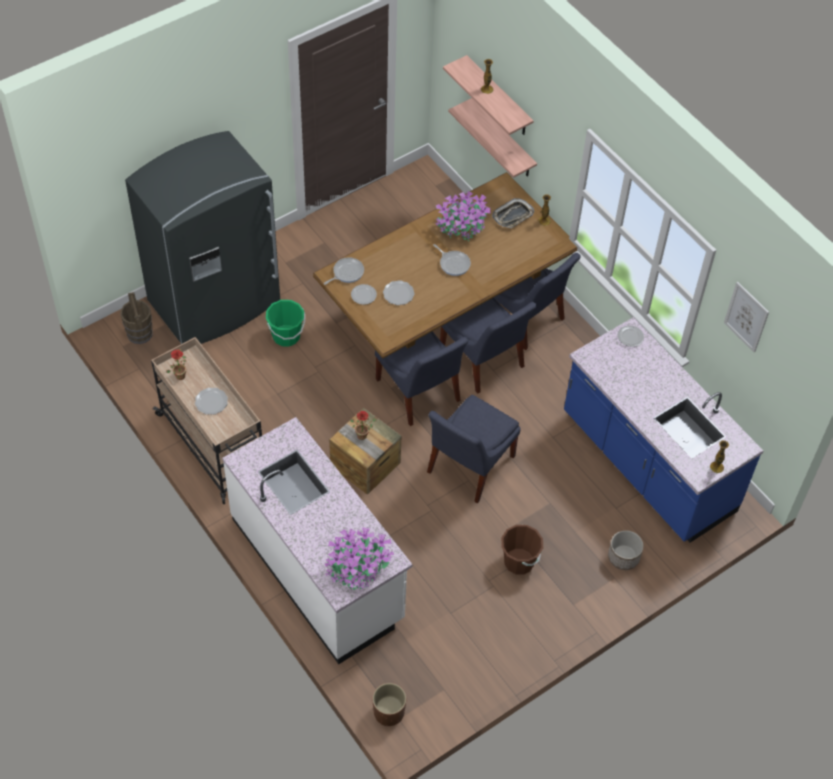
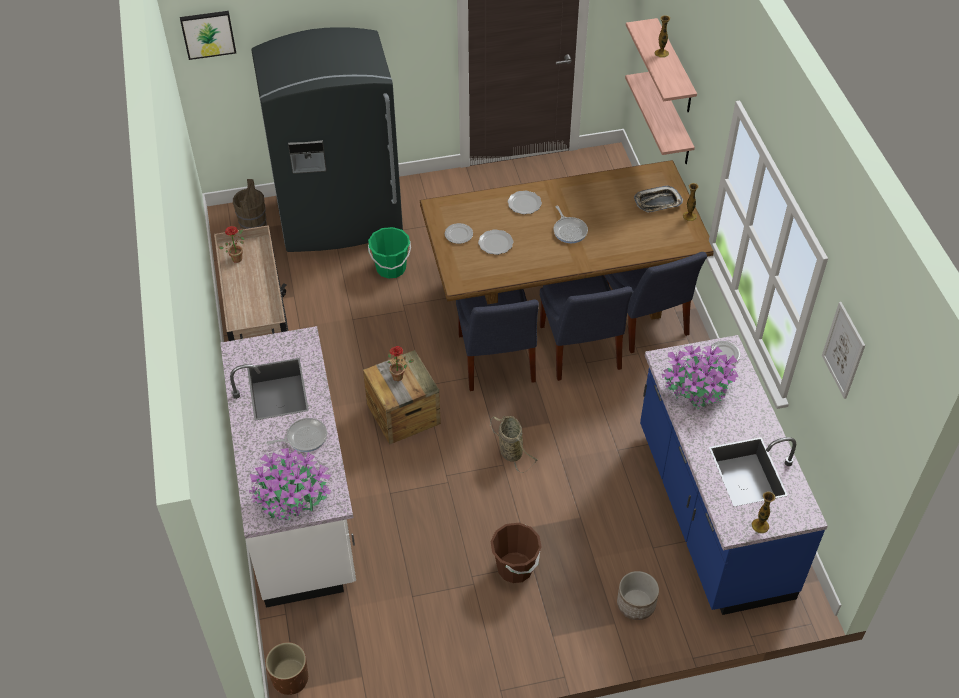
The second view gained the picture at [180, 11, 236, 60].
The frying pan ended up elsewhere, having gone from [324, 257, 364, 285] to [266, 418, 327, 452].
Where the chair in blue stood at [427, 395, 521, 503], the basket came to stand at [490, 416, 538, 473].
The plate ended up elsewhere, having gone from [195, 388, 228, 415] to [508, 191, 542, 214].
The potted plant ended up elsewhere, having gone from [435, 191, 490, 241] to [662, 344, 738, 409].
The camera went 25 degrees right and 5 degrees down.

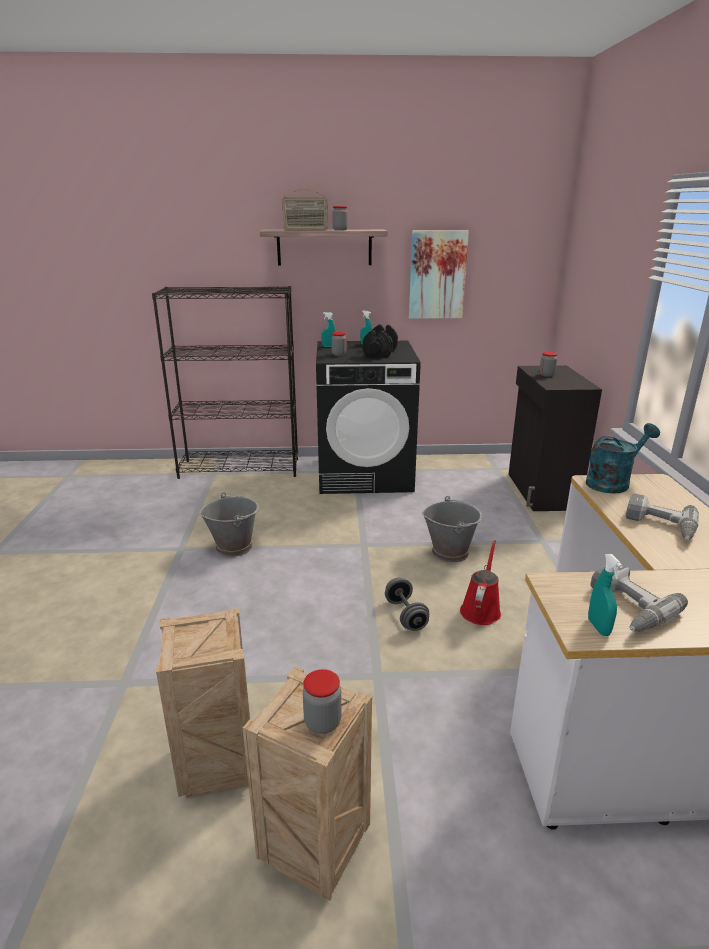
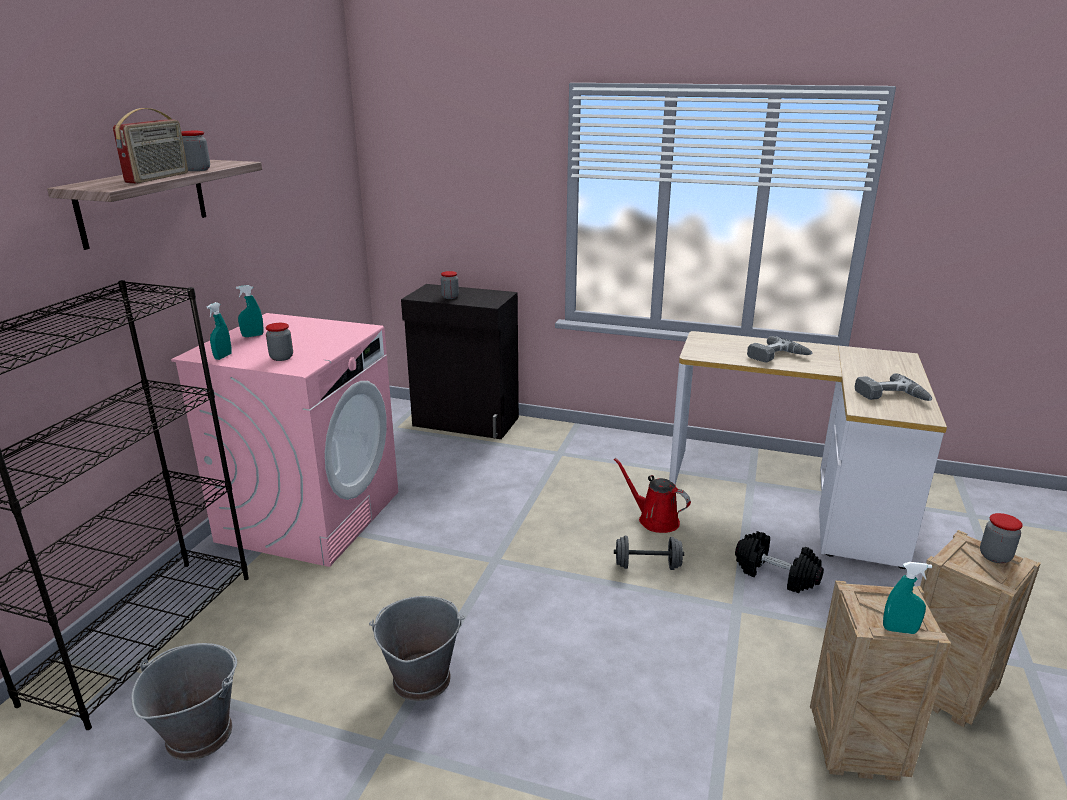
The bucket in grey ended up elsewhere, having gone from [422, 496, 483, 563] to [131, 643, 237, 761].
What was the washing machine in black at [316, 341, 421, 494] turned into the washing machine in pink at [171, 313, 398, 567].
The dumbbell in black ended up elsewhere, having gone from [363, 324, 398, 358] to [735, 531, 824, 593].
The spray bottle in turquoise ended up elsewhere, having gone from [588, 553, 623, 636] to [883, 562, 932, 634].
The second view lost the picture at [409, 231, 469, 319].
The second view lost the watering can in turquoise at [586, 423, 660, 494].
The camera went 70 degrees left and 0 degrees up.

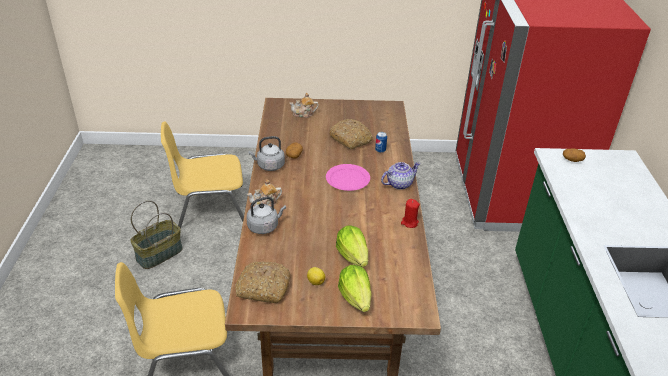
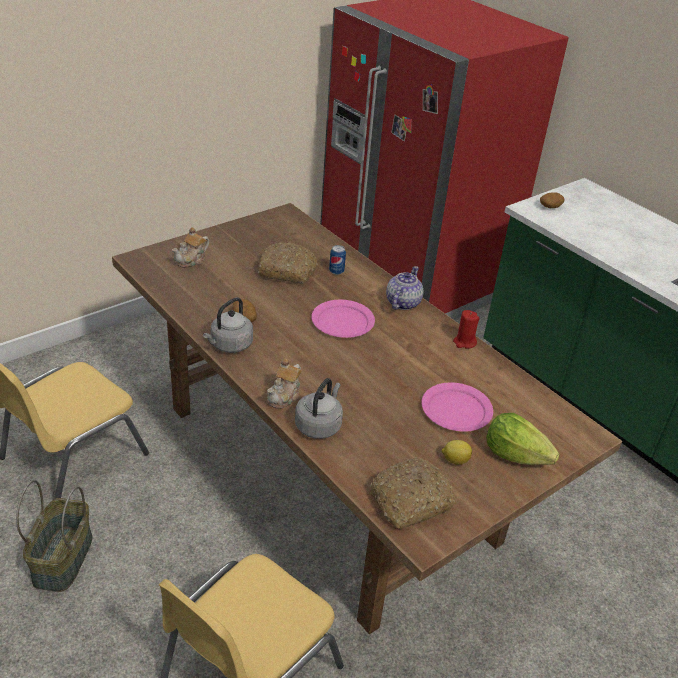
Where the lettuce stood at [336, 225, 368, 267], the plate in pink came to stand at [421, 383, 493, 432].
The camera went 40 degrees left and 0 degrees up.

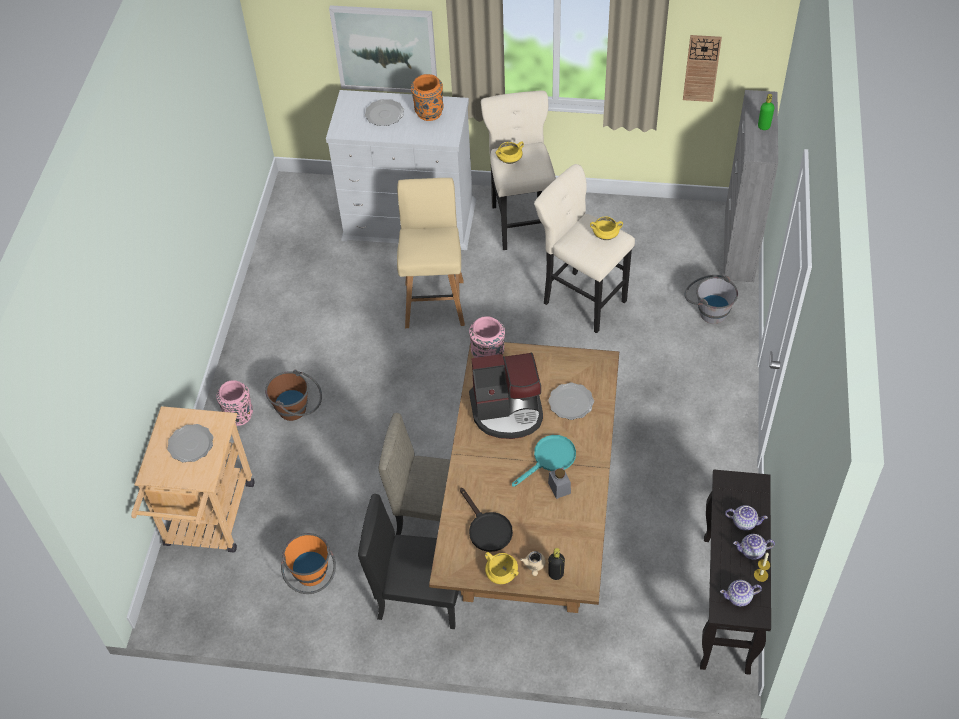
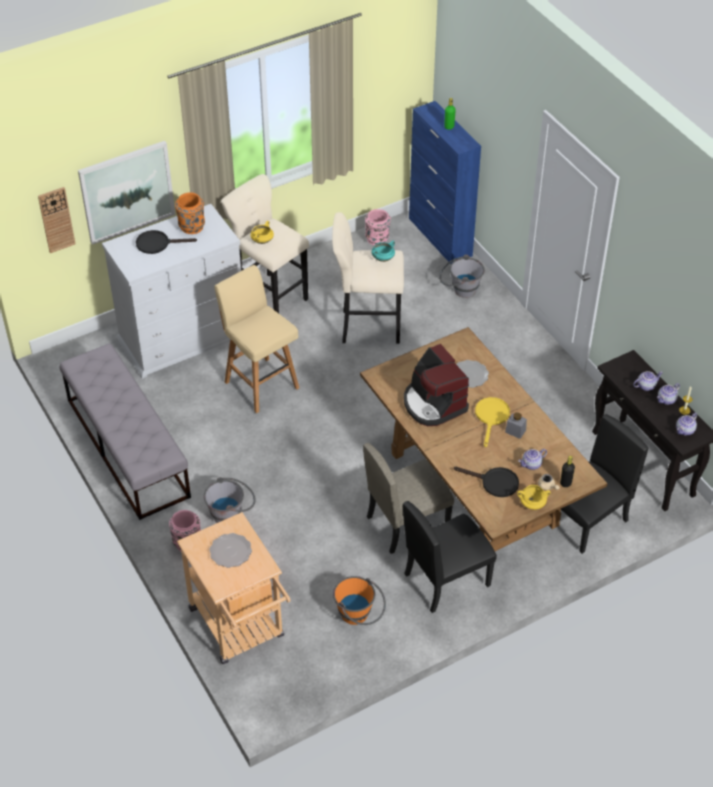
The wall clock ended up elsewhere, having gone from [683, 35, 722, 102] to [38, 187, 76, 253].
The second view gained the bench in grey at [59, 344, 191, 520].
Where the plate stood at [365, 99, 404, 126], the frying pan in black came to stand at [136, 230, 197, 254].
What was the bucket in brown at [265, 370, 322, 421] turned into the bucket in grey at [204, 477, 256, 523].
The vase in pink ended up elsewhere, having gone from [469, 316, 505, 358] to [365, 209, 391, 246].
What was the cooking pot in yellow at [590, 217, 623, 240] turned into the cooking pot in turquoise at [372, 241, 395, 262].
The coffee machine at [469, 352, 543, 439] ended up facing another way, 105 degrees clockwise from before.
What was the cabinet in grey at [724, 90, 778, 282] turned into the cabinet in blue at [409, 101, 481, 264].
What was the frying pan in turquoise at [512, 435, 576, 487] turned into the frying pan in yellow at [475, 397, 510, 447].
The second view gained the teapot at [518, 449, 547, 470].
The second view gained the chair in black at [561, 414, 648, 554].
The camera went 40 degrees left and 5 degrees down.

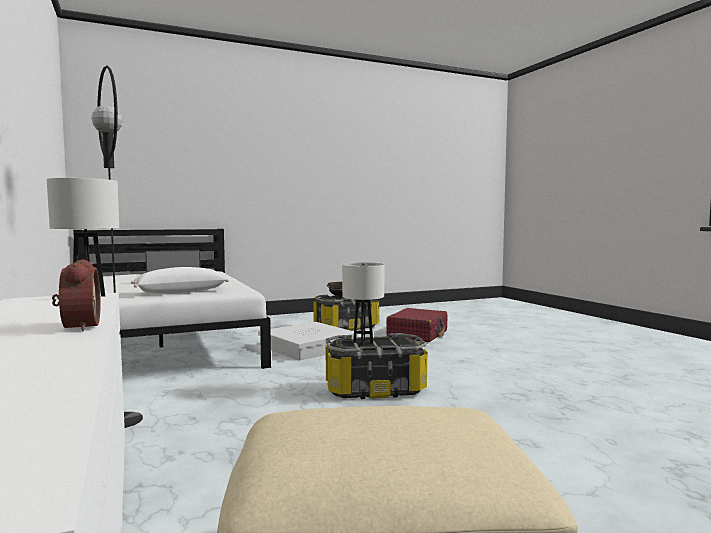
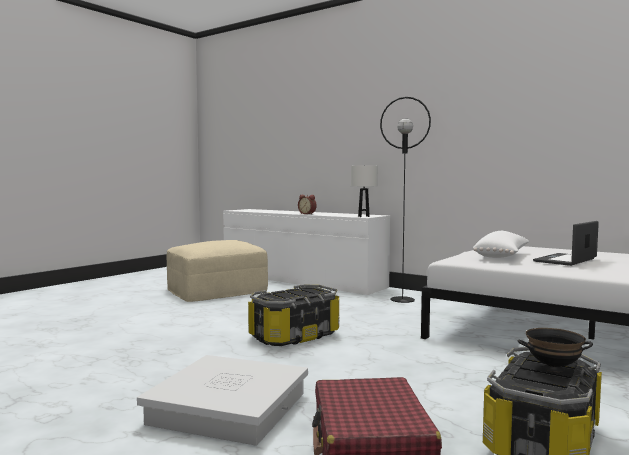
The storage box in white ended up elsewhere, having gone from [258, 322, 358, 361] to [137, 355, 308, 446].
The second view lost the table lamp in white at [342, 262, 385, 345].
The camera went 150 degrees right and 0 degrees up.

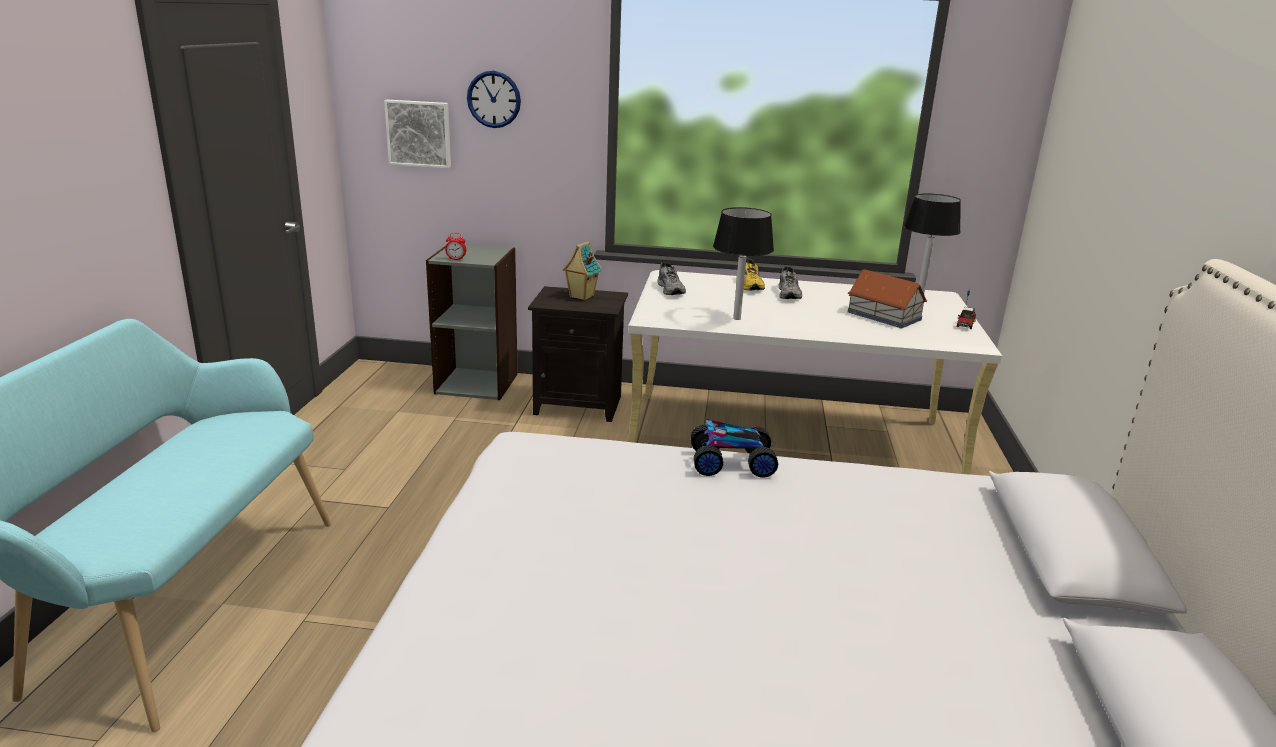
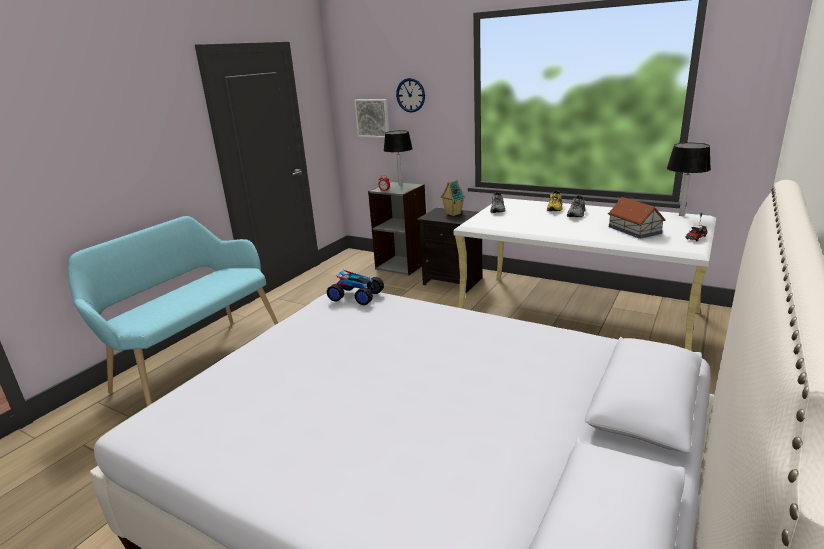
The toy car ended up elsewhere, having gone from [691, 419, 778, 478] to [327, 270, 384, 305].
The table lamp in black ended up elsewhere, having gone from [713, 207, 774, 320] to [383, 130, 413, 186].
The camera went 25 degrees right and 0 degrees up.

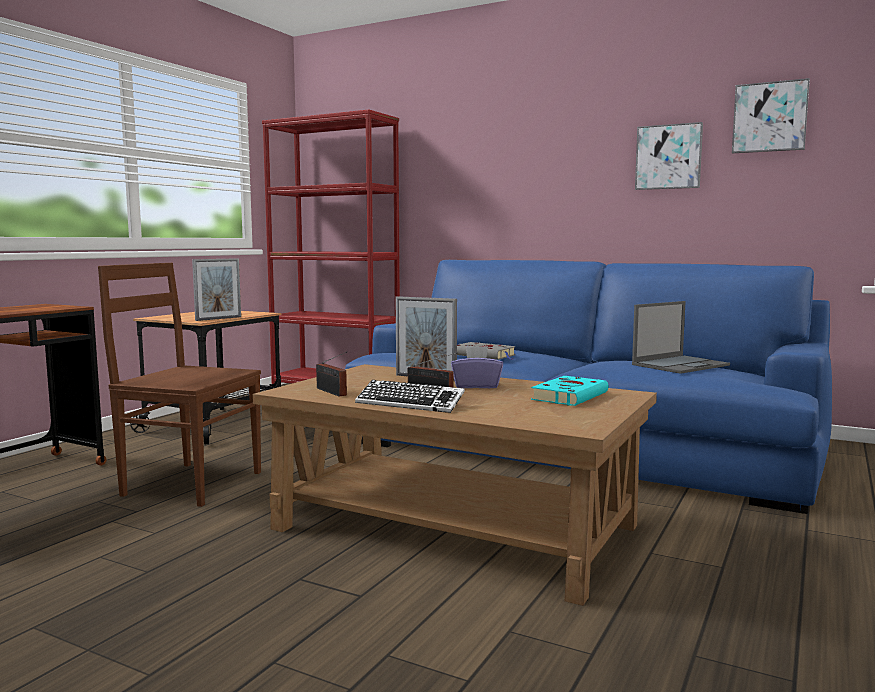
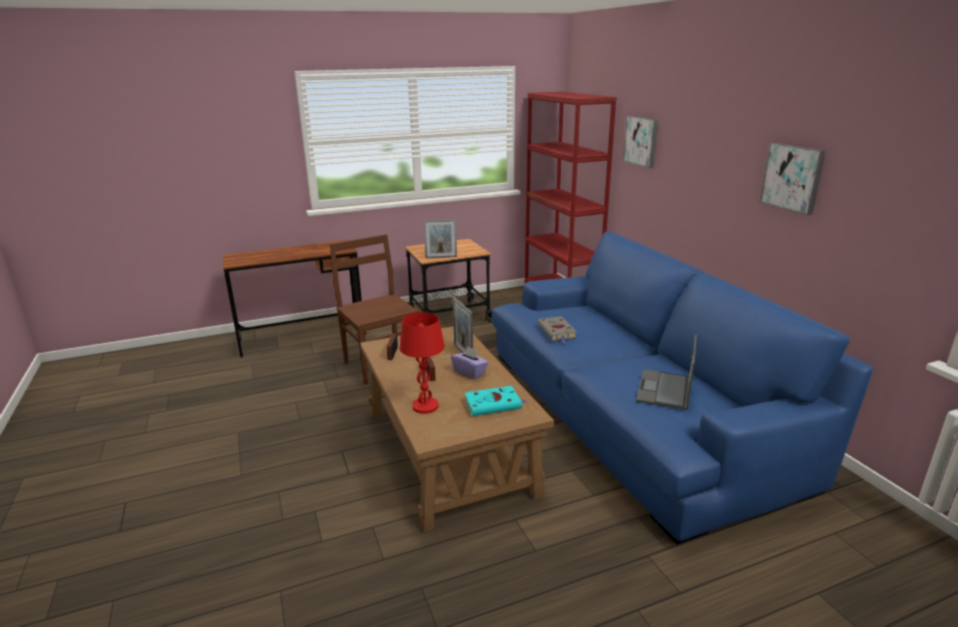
The second view gained the table lamp in red at [400, 312, 445, 414].
The picture ended up elsewhere, having gone from [732, 78, 810, 153] to [623, 116, 658, 168].
The laptop at [632, 301, 730, 374] ended up facing another way, 105 degrees clockwise from before.
The second view lost the keyboard at [355, 380, 465, 413].
The camera went 40 degrees right and 15 degrees up.

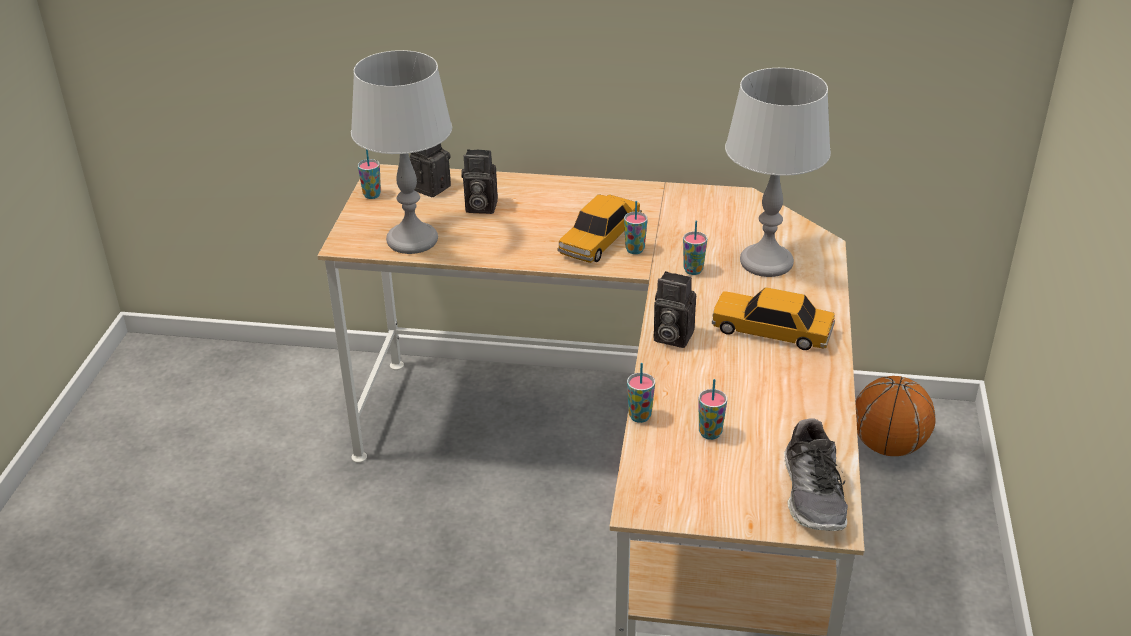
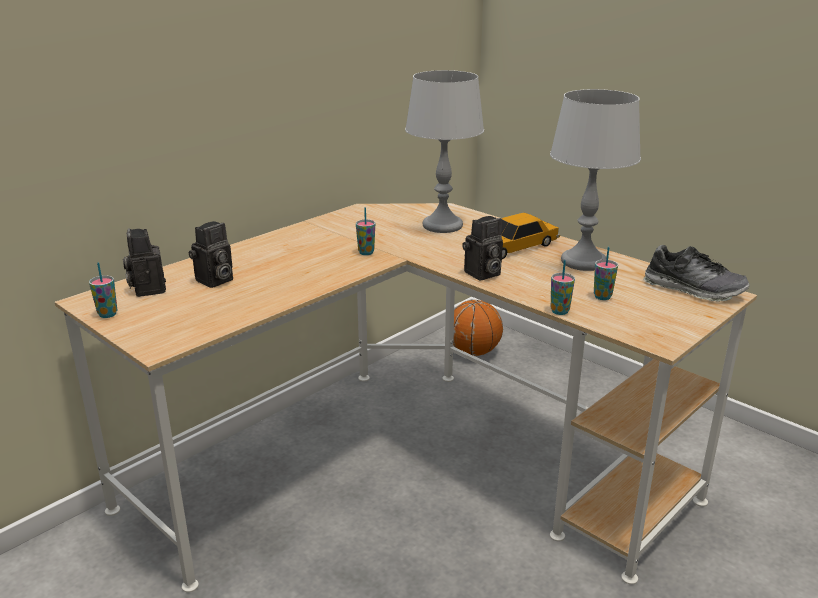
The table lamp in grey ended up elsewhere, having gone from [351, 50, 452, 254] to [550, 89, 641, 271].
The second view lost the toy car at [558, 194, 642, 263].
The second view lost the cup at [683, 221, 707, 275].
The camera went 55 degrees left and 10 degrees down.

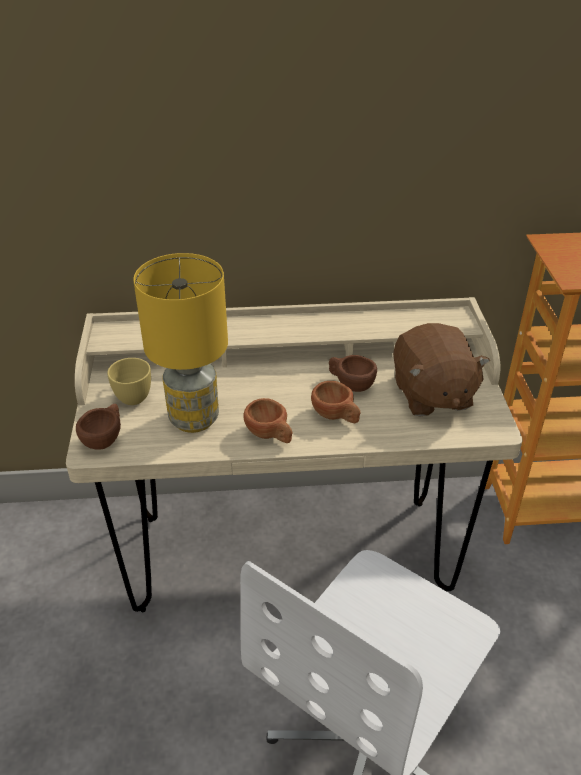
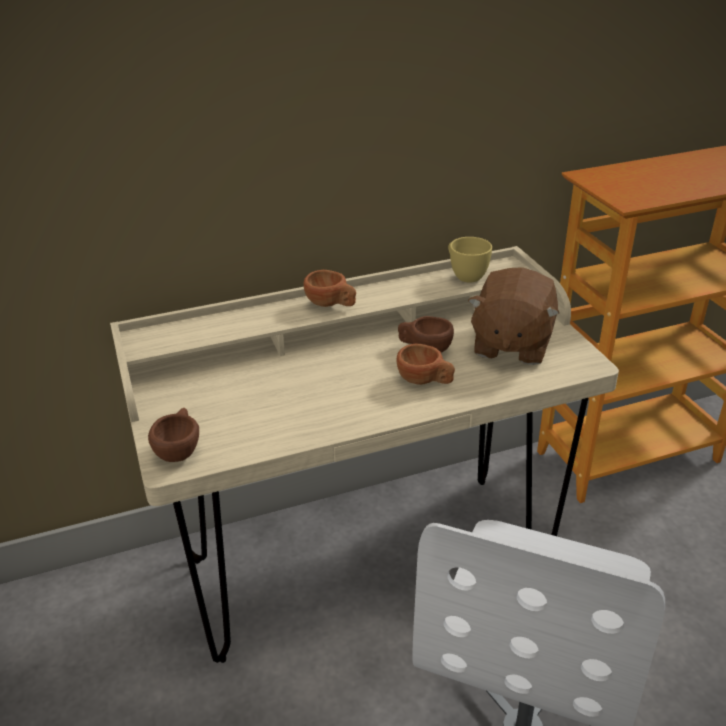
The cup in brown ended up elsewhere, having gone from [243, 398, 292, 443] to [304, 270, 356, 307].
The cup in yellow ended up elsewhere, having gone from [107, 358, 151, 405] to [448, 237, 492, 283].
The plush toy in brown at [393, 323, 490, 417] ended up facing another way, 45 degrees clockwise from before.
The second view lost the table lamp in yellow at [133, 253, 228, 433].
The camera went 15 degrees left and 5 degrees down.

